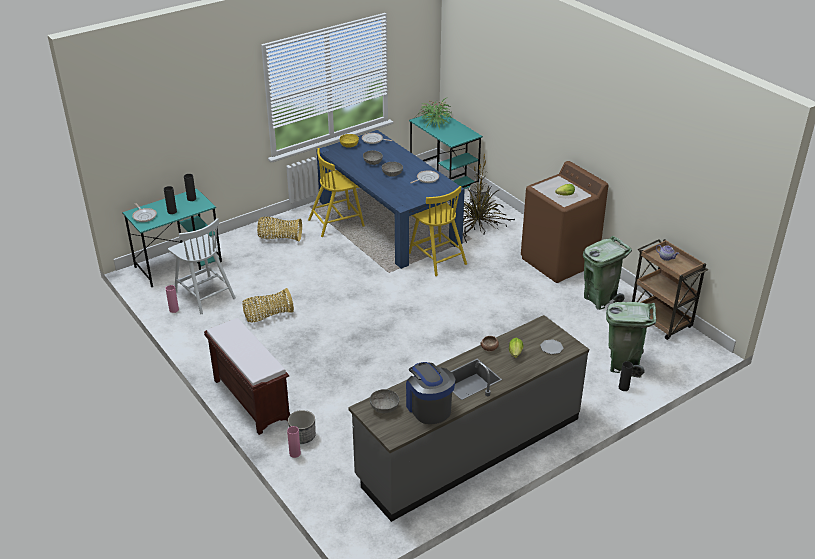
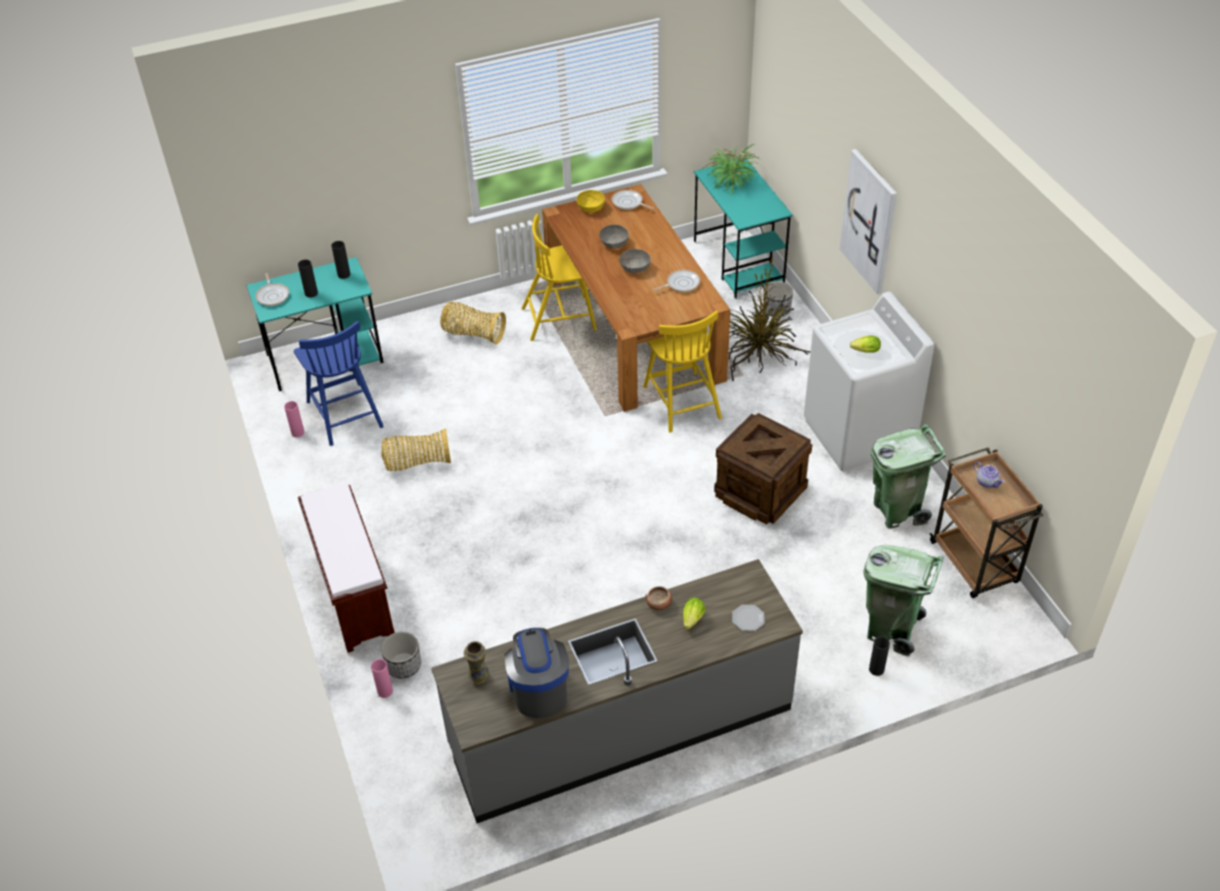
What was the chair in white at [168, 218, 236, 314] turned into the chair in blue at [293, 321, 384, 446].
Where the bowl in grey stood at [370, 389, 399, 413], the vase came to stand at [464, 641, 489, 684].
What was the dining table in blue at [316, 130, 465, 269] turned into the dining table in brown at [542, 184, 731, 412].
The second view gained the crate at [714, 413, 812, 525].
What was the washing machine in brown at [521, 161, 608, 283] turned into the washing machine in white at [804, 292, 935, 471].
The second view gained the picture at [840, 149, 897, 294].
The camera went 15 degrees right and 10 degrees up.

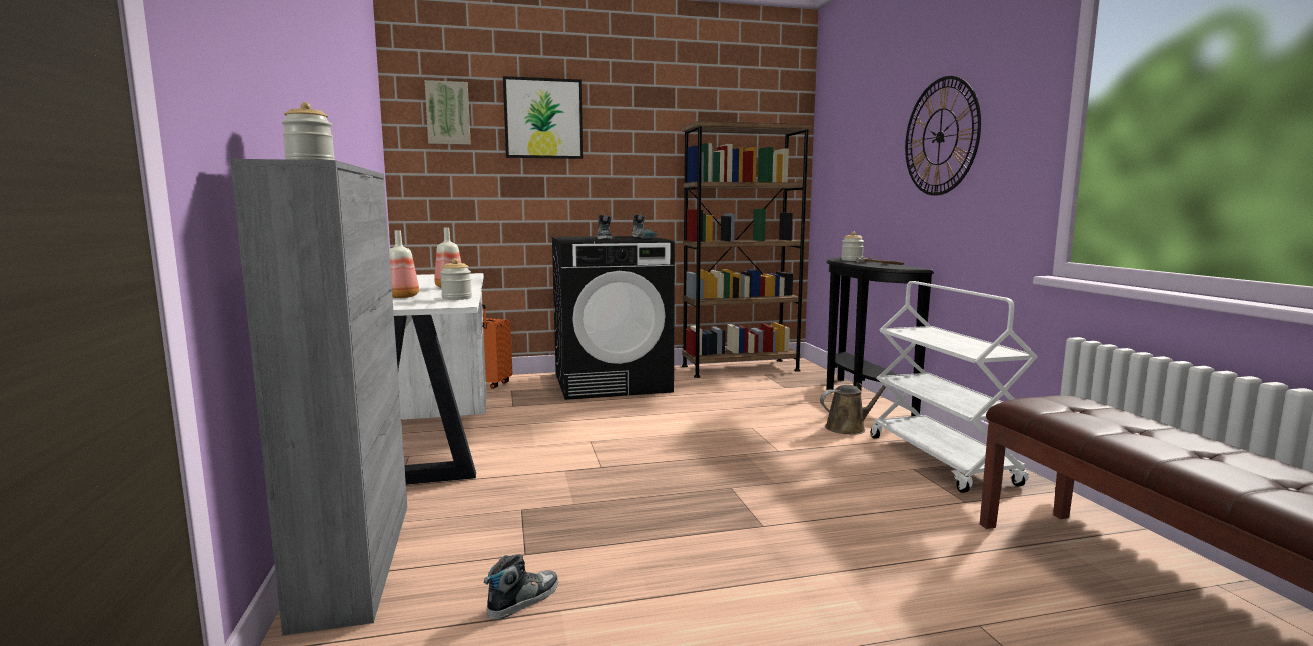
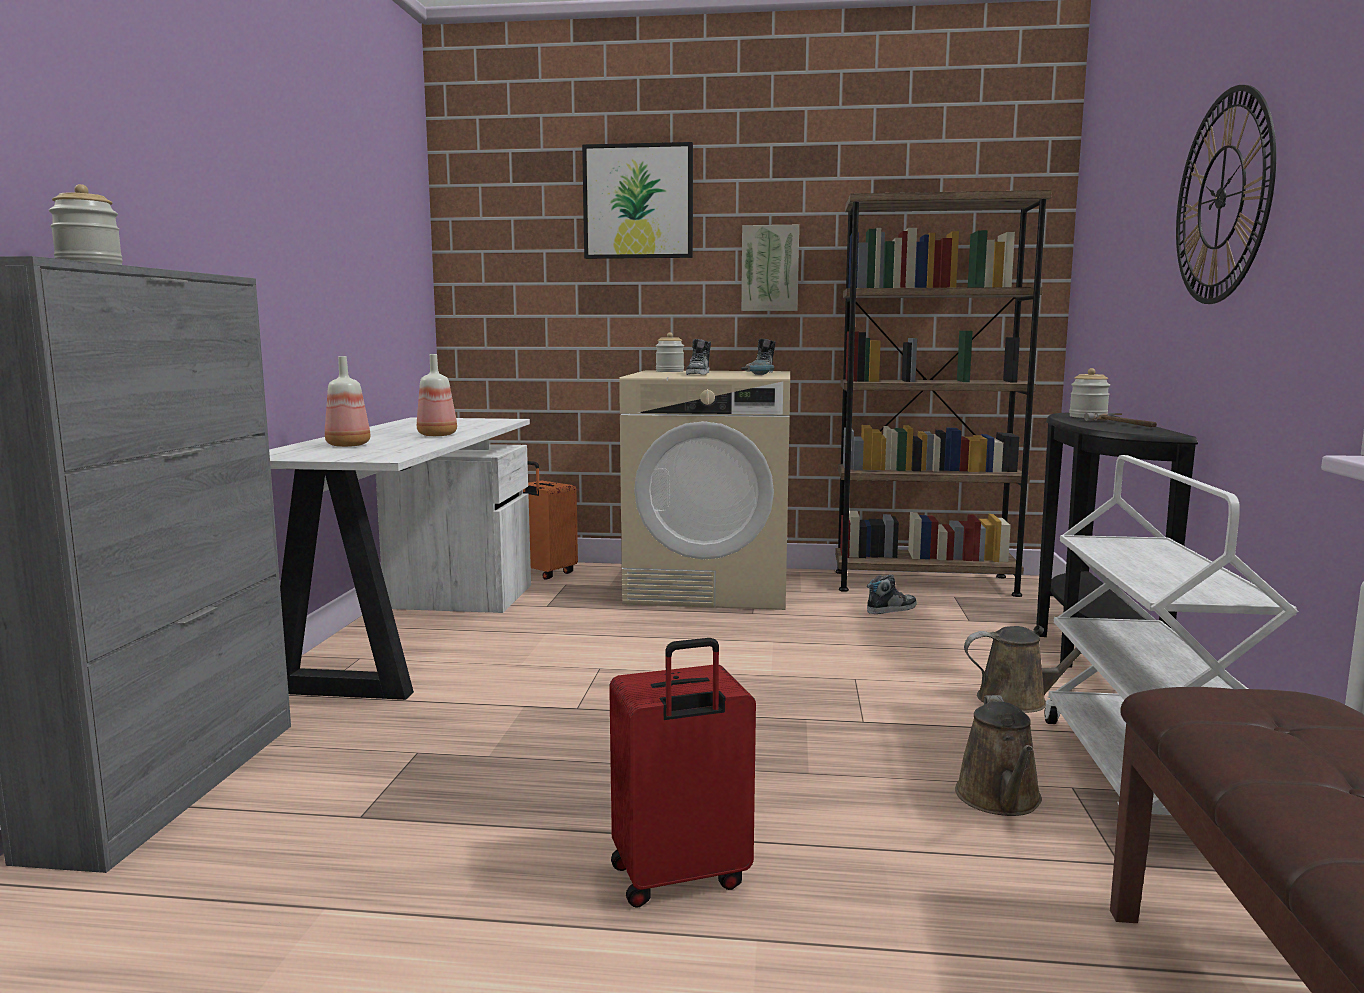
The second view gained the suitcase in red at [609, 638, 756, 908].
What was the washing machine in black at [552, 236, 675, 400] turned into the washing machine in beige at [619, 370, 790, 610].
The jar ended up elsewhere, having gone from [440, 259, 472, 300] to [656, 332, 684, 372].
The picture ended up elsewhere, having gone from [425, 80, 471, 145] to [741, 225, 799, 311].
The shoe ended up elsewhere, having gone from [484, 554, 558, 620] to [867, 575, 917, 614].
The second view gained the watering can in brown at [955, 695, 1042, 816].
The camera went 20 degrees right and 0 degrees up.

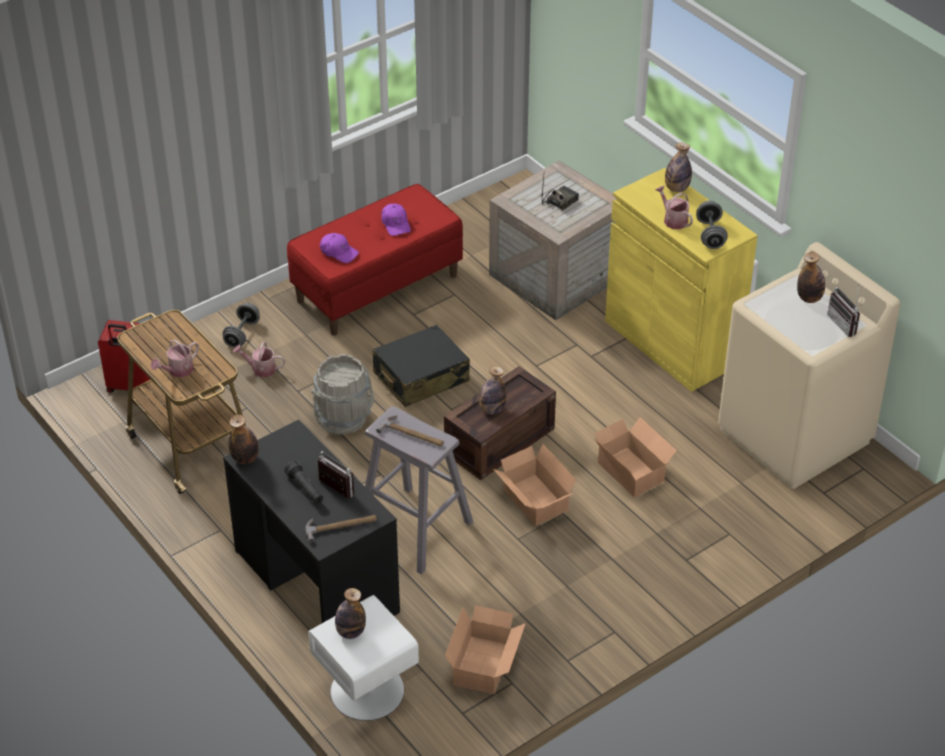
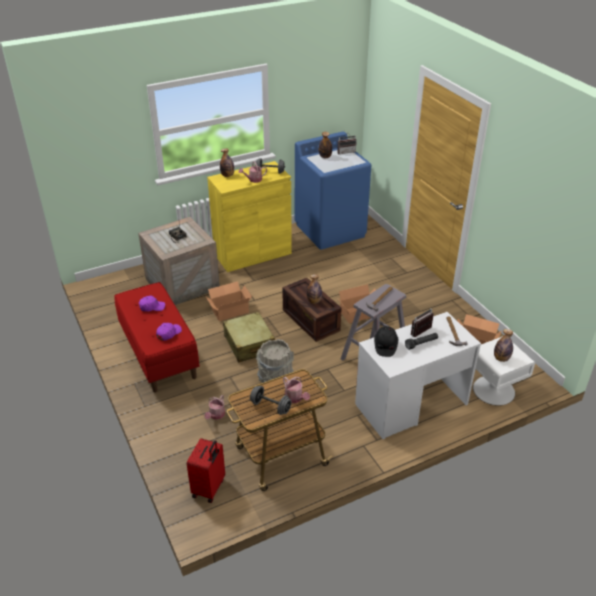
The cardboard box ended up elsewhere, having gone from [594, 417, 677, 497] to [206, 281, 252, 321].
What was the suitcase in black at [373, 325, 470, 407] turned into the suitcase in beige at [223, 312, 275, 362].
The dumbbell in grey ended up elsewhere, having gone from [223, 303, 260, 348] to [250, 386, 291, 415].
What was the washing machine in beige at [718, 242, 901, 489] turned into the washing machine in blue at [294, 132, 371, 250].
What was the desk in black at [223, 419, 400, 623] turned into the desk in white at [355, 312, 481, 439].
The second view gained the hard hat in black at [374, 326, 398, 357].
The second view lost the bottle at [228, 414, 259, 464].
The camera went 80 degrees left and 5 degrees down.

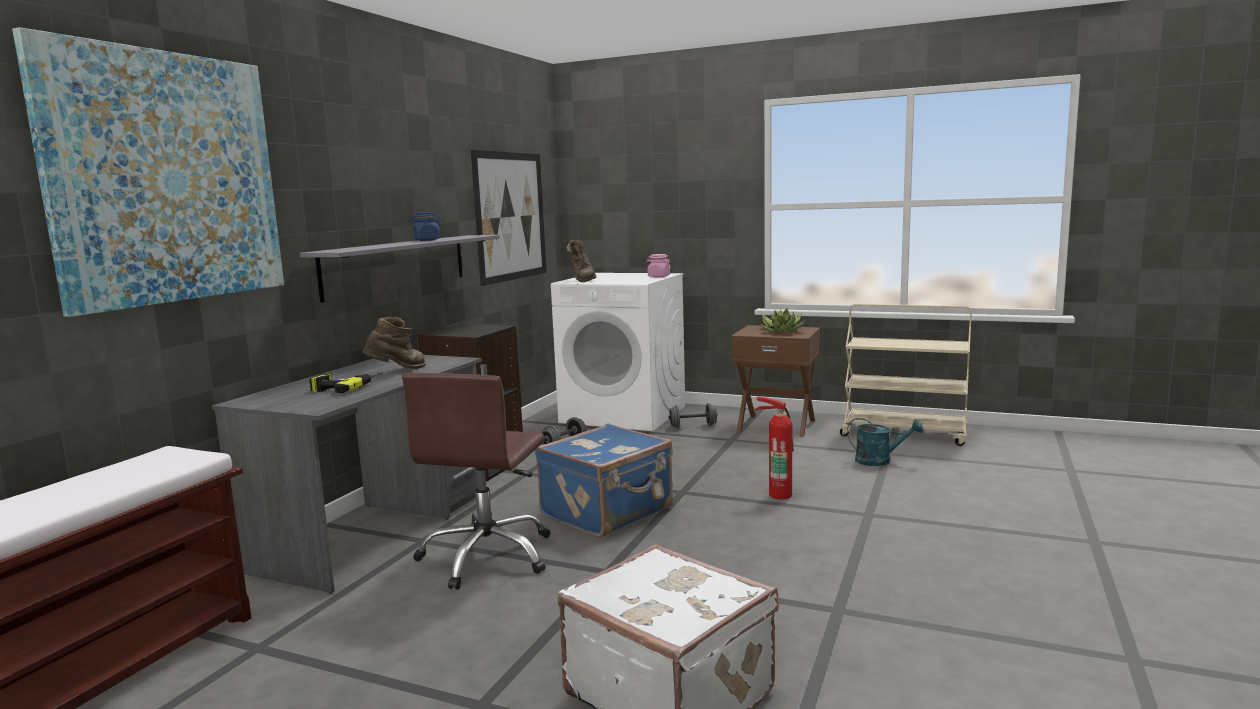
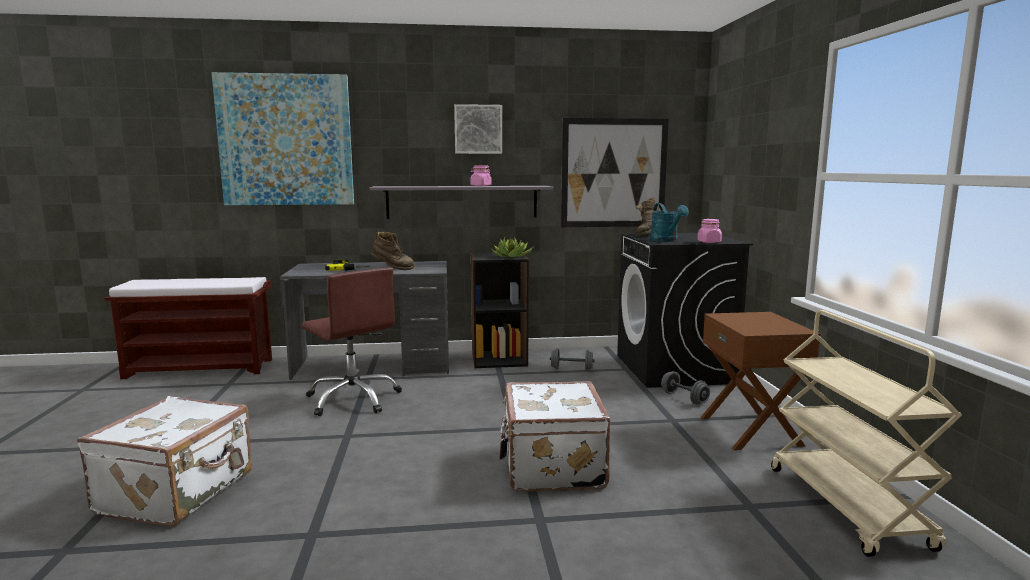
The office chair in brown at [402, 373, 550, 590] ended up facing another way, 120 degrees counterclockwise from before.
The second view gained the picture at [454, 104, 502, 154].
What was the jar in blue at [409, 212, 442, 241] turned into the jar in pink at [470, 165, 492, 186].
The potted plant ended up elsewhere, having gone from [759, 308, 806, 333] to [491, 237, 533, 257].
Where the fire extinguisher stood at [755, 397, 794, 499], the suitcase in white came to stand at [499, 381, 611, 492].
What was the washing machine in white at [551, 273, 685, 431] turned into the washing machine in black at [617, 233, 753, 388].
The watering can in turquoise ended up elsewhere, having gone from [847, 418, 923, 466] to [650, 203, 689, 242].
The second view lost the suitcase in blue at [535, 423, 673, 537].
The camera went 60 degrees right and 0 degrees up.

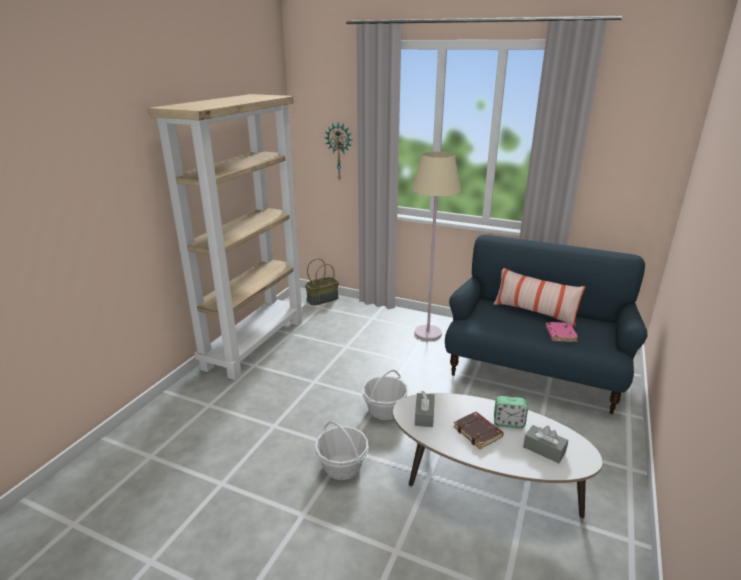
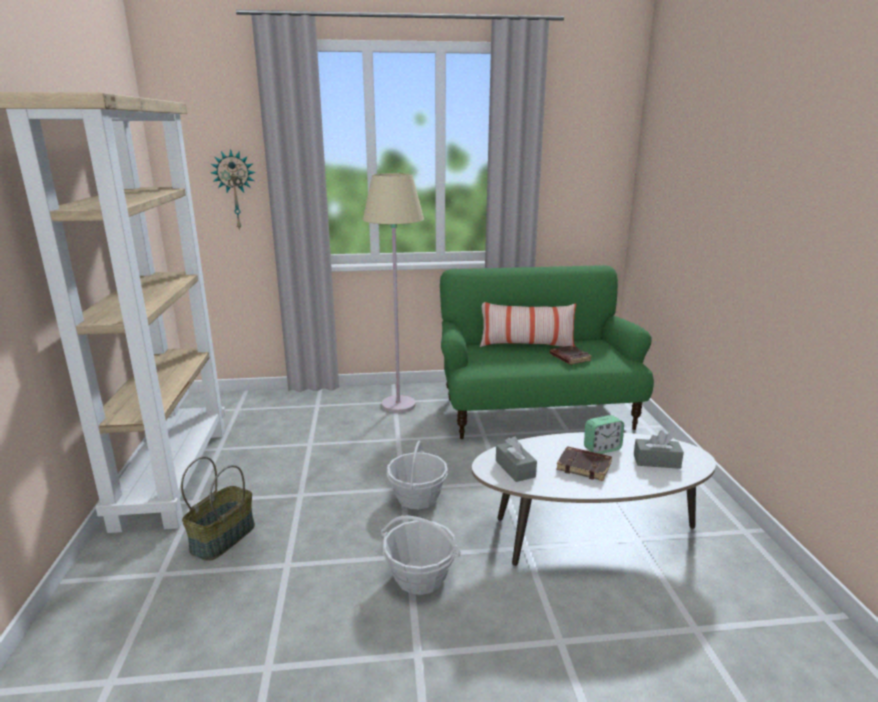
The basket ended up elsewhere, having gone from [305, 258, 339, 306] to [181, 457, 255, 561].
What was the sofa in blue at [445, 234, 648, 414] turned into the sofa in green at [440, 265, 654, 440].
What was the book in pink at [545, 322, 578, 342] turned into the book in brown at [550, 345, 592, 365].
The camera went 30 degrees left and 5 degrees down.

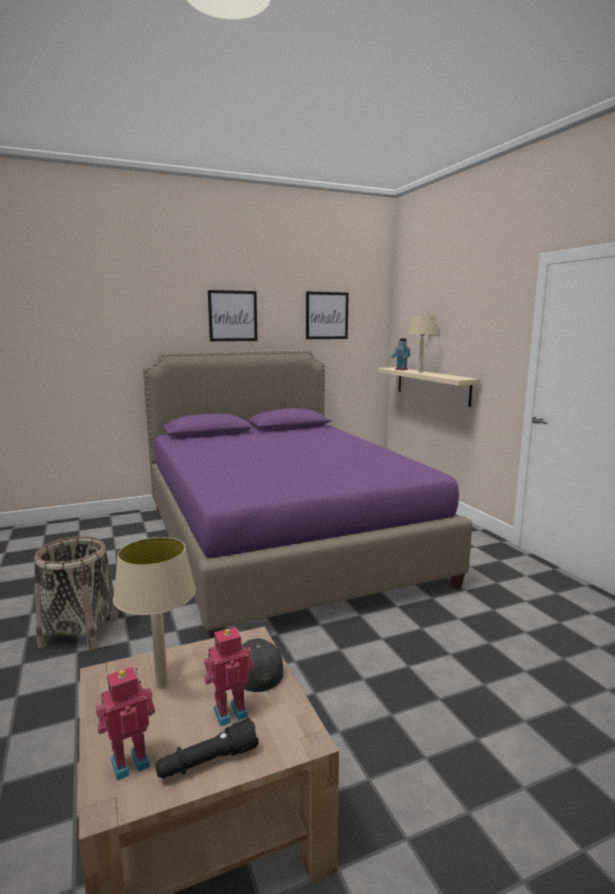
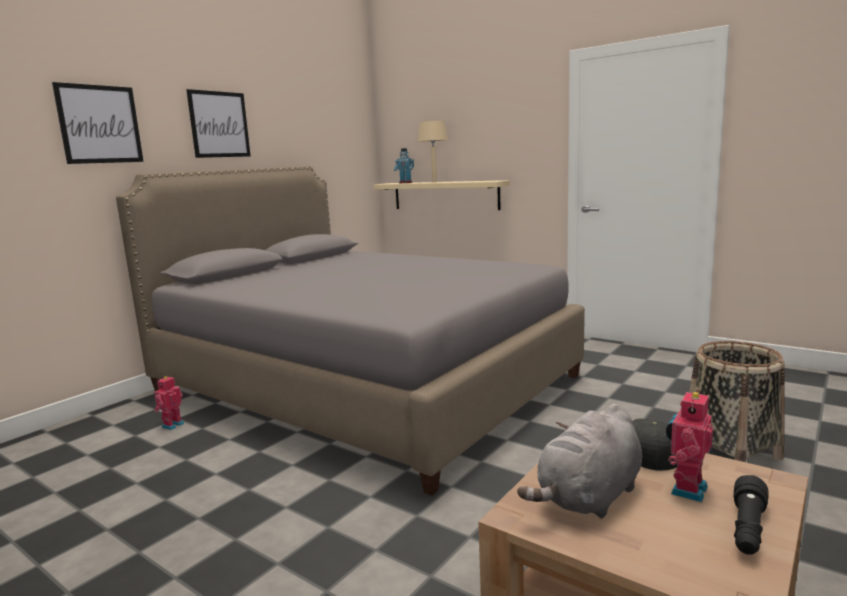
The picture ended up elsewhere, having gone from [306, 291, 349, 339] to [52, 82, 144, 164].
What was the bed in purple at [143, 350, 472, 639] turned into the bed in grey at [116, 166, 585, 496].
The toy robot ended up elsewhere, having gone from [96, 667, 155, 781] to [154, 375, 184, 430].
Where the table lamp in beige stood at [113, 537, 196, 689], the plush toy in grey came to stand at [517, 404, 642, 519].
The basket ended up elsewhere, having gone from [34, 536, 118, 650] to [689, 341, 785, 462].
The camera went 30 degrees left and 0 degrees up.

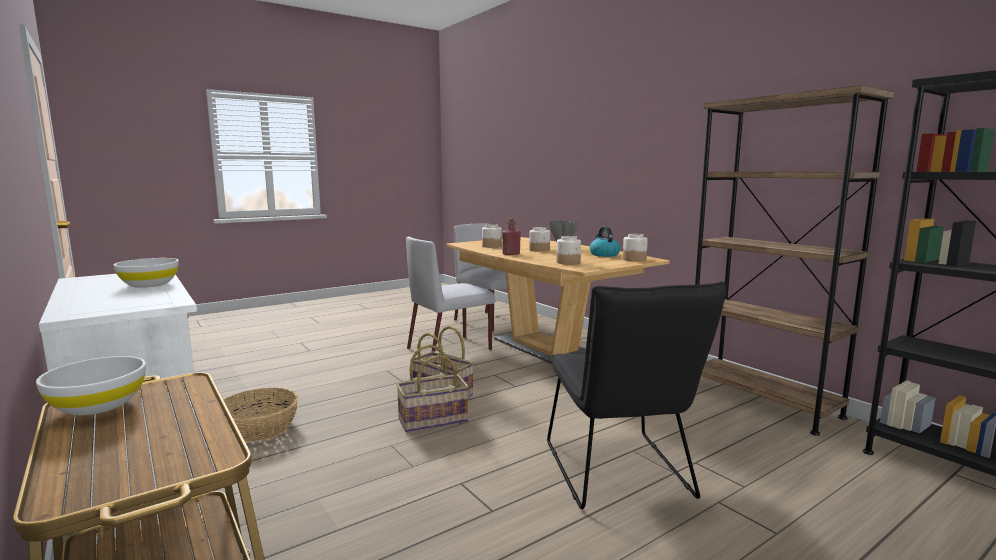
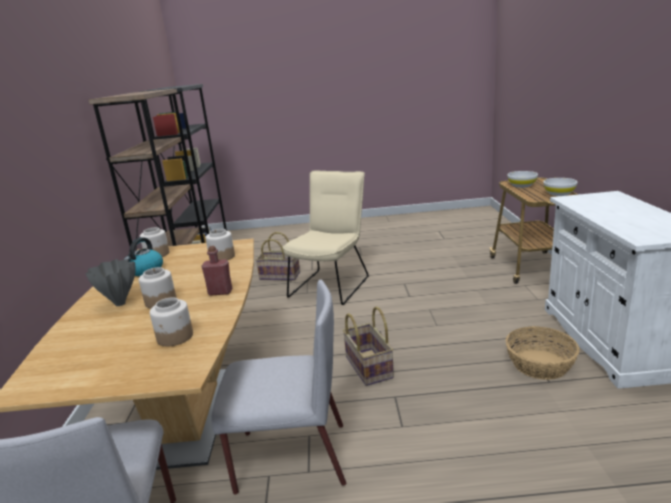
The basket ended up elsewhere, having gone from [396, 344, 469, 432] to [256, 232, 300, 280].
What was the chair in black at [547, 281, 726, 509] turned into the chair in beige at [282, 170, 369, 305].
The bowl in white ended up elsewhere, having gone from [113, 258, 179, 288] to [507, 171, 538, 188].
The camera went 145 degrees left and 10 degrees up.

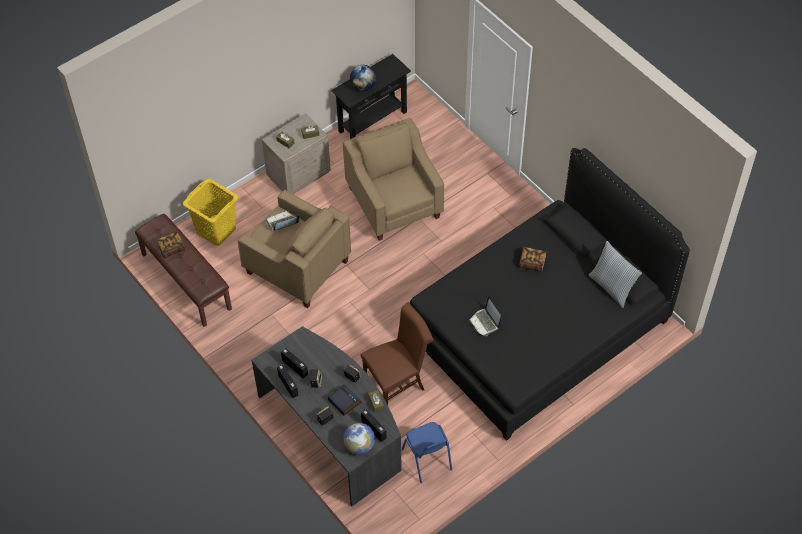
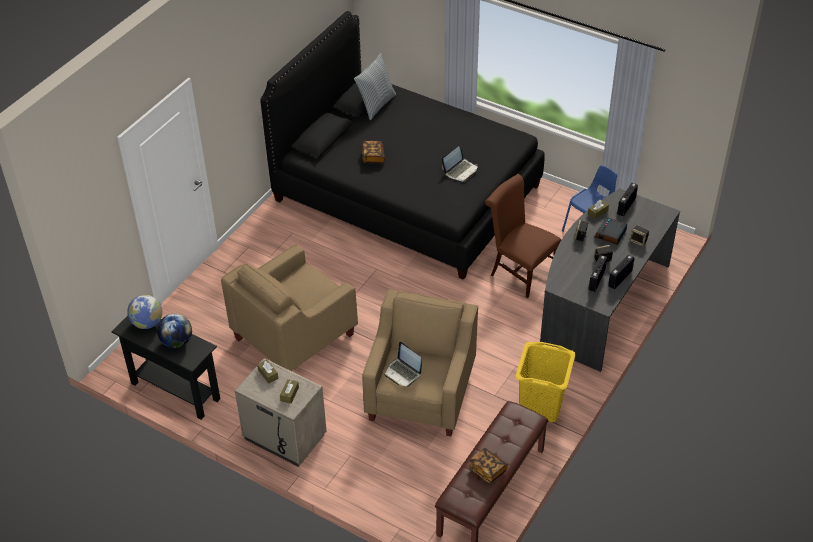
The globe ended up elsewhere, having gone from [343, 423, 375, 454] to [127, 295, 162, 329].
The laundry basket in yellow ended up elsewhere, having gone from [183, 179, 238, 246] to [515, 342, 576, 422].
The camera went 110 degrees left and 10 degrees down.

